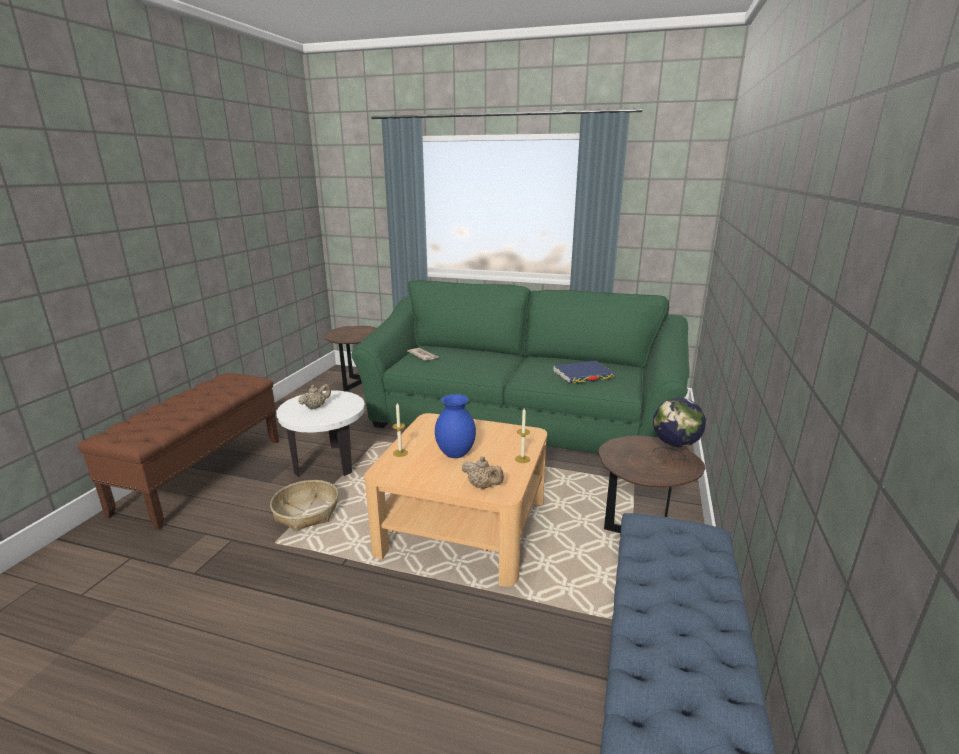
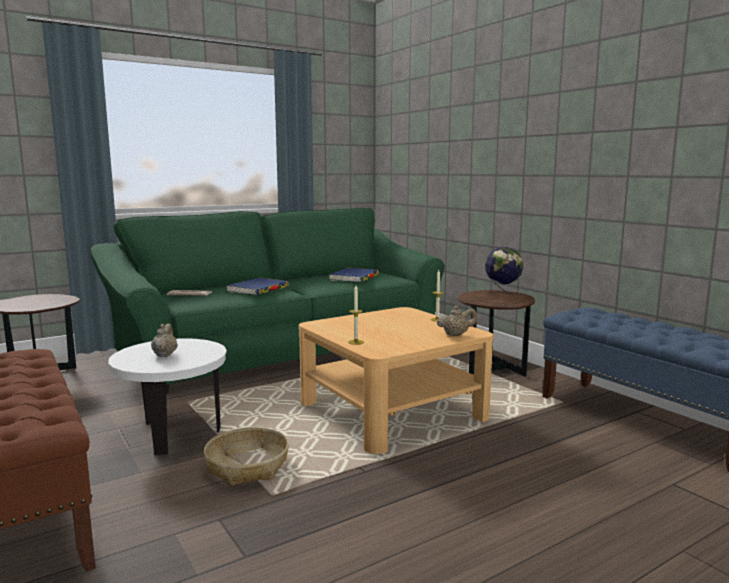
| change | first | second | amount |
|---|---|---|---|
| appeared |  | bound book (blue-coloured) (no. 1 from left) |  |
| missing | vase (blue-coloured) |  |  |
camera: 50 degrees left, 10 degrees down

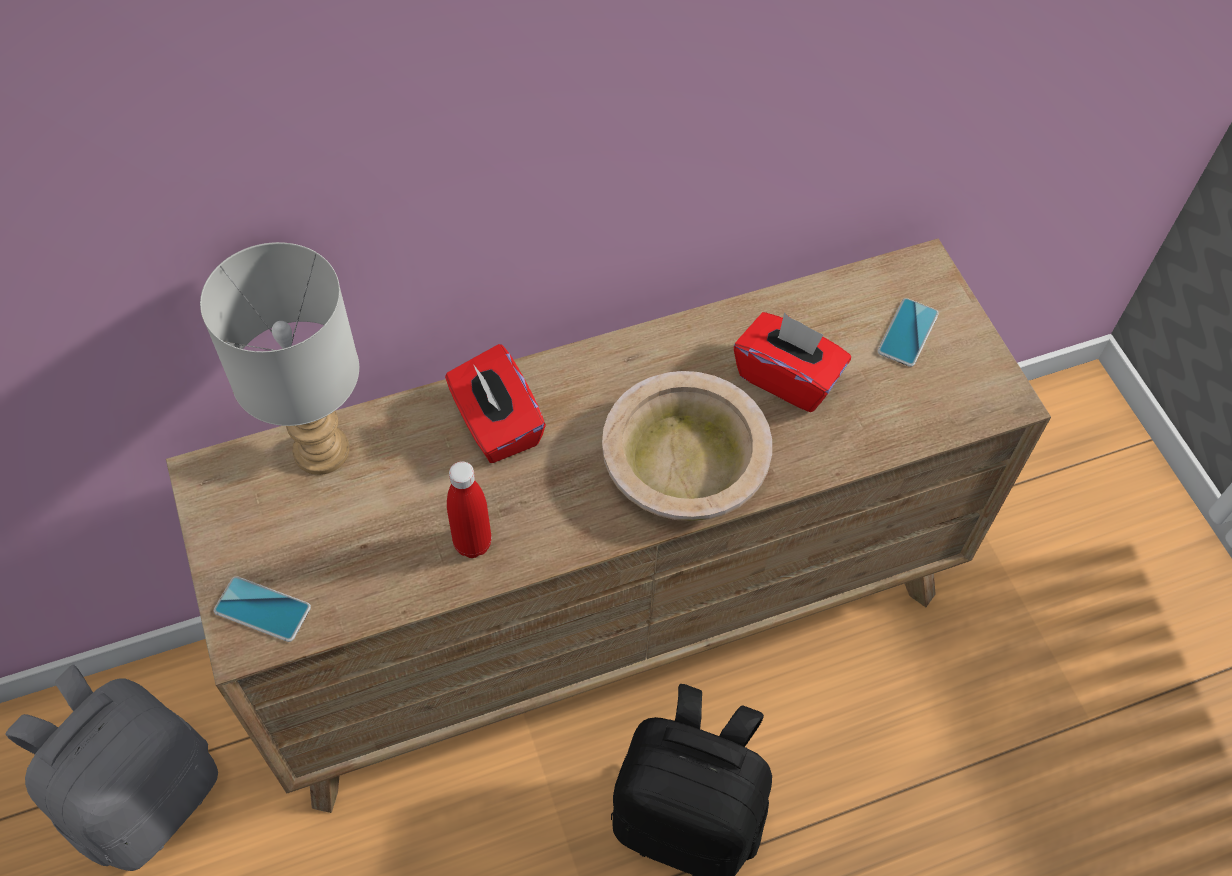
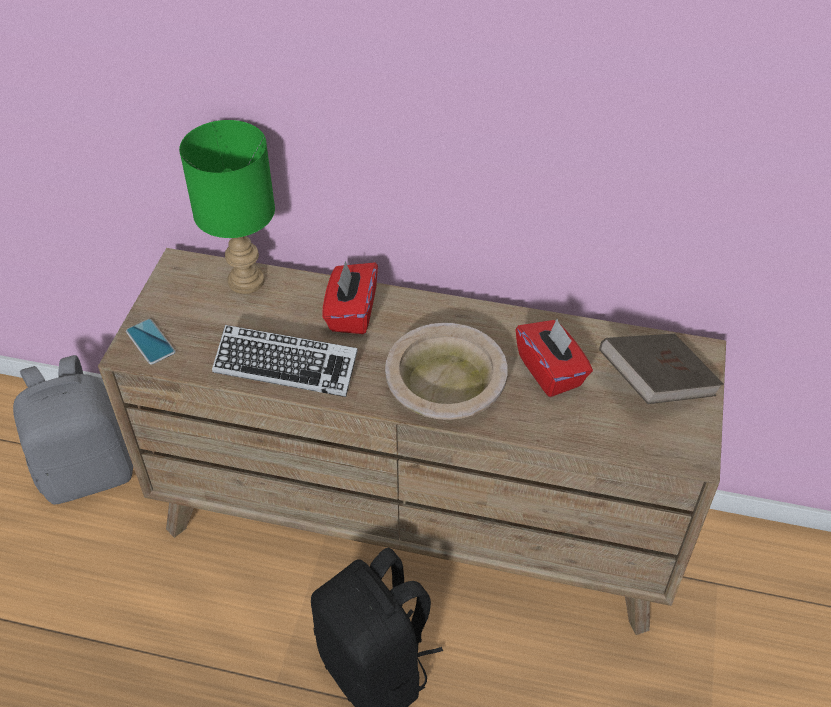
| change | first | second | amount |
|---|---|---|---|
| colour | table lamp (greyish) | table lamp (green) |  |
| exchanged | beverage bottle (reddish) | PC keyboard |  |
| exchanged | phone (no. 2 from left) | bound book (brownish) |  |
camera: 35 degrees right, 10 degrees down

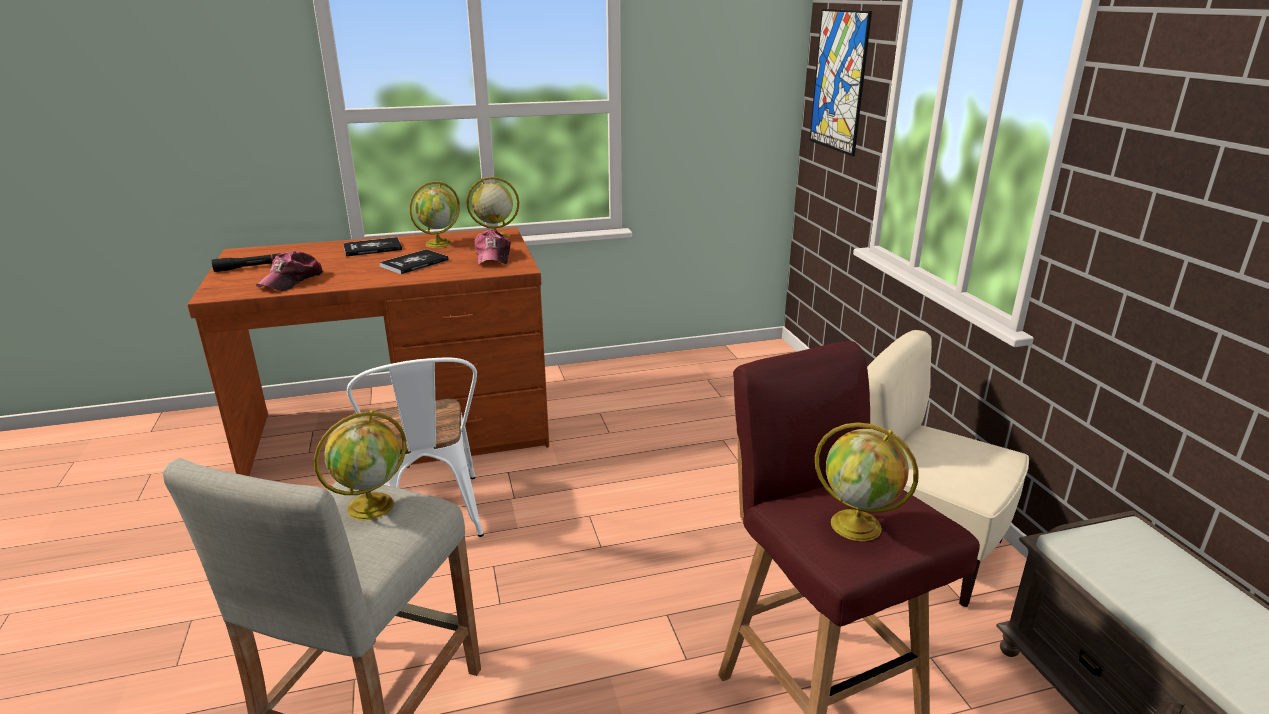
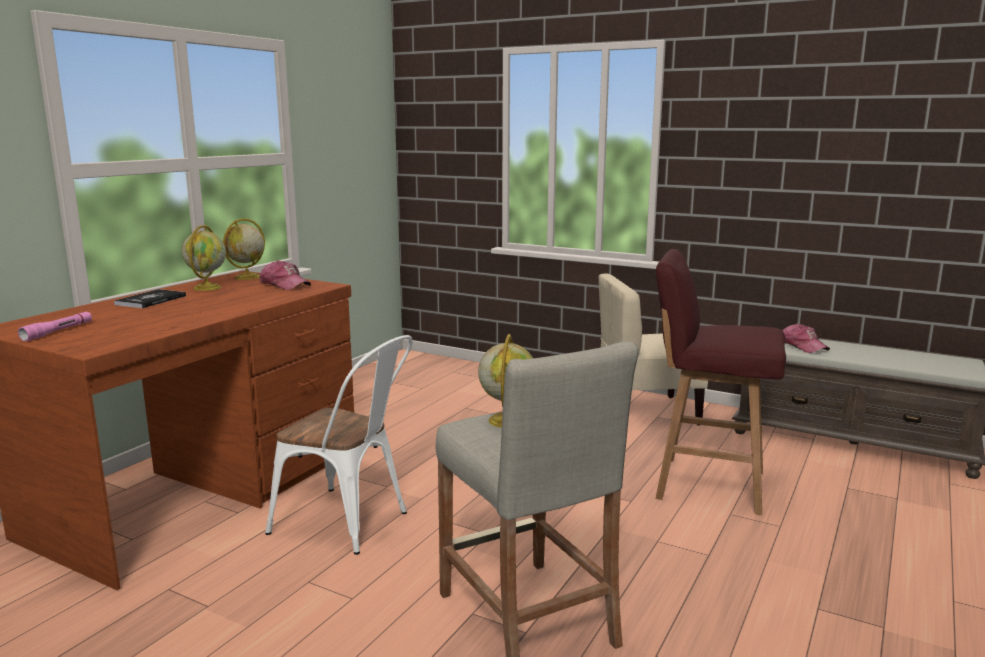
| change | first | second | amount |
|---|---|---|---|
| colour | torch (black-coloured) | torch (pinkish) |  |
| relocated | peaked cap (no. 1 from left in the first image) | peaked cap (no. 2 from left) |  |
| missing | bound book (no. 2 from left) |  |  |
| missing | picture |  |  |
| missing | world globe (no. 4 from left) |  |  |
camera: 45 degrees left, 10 degrees down

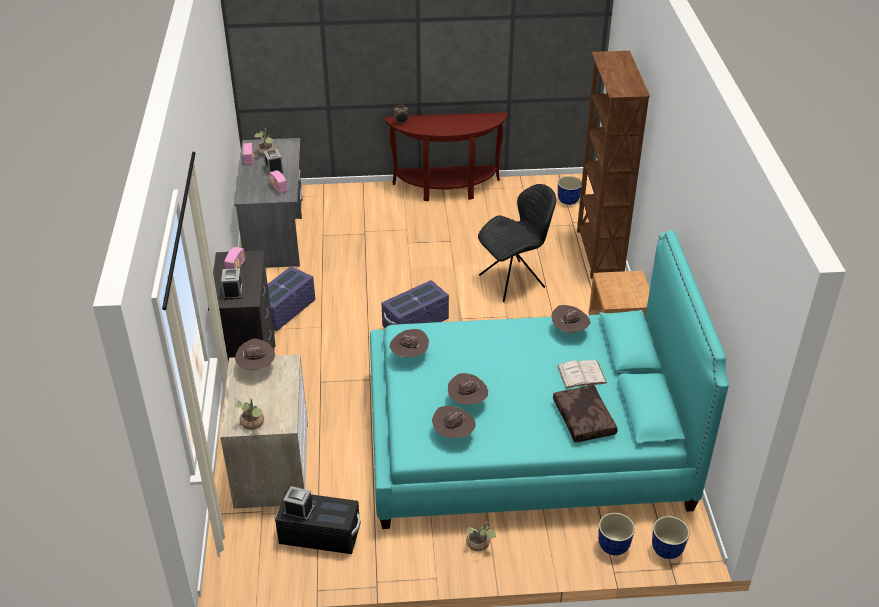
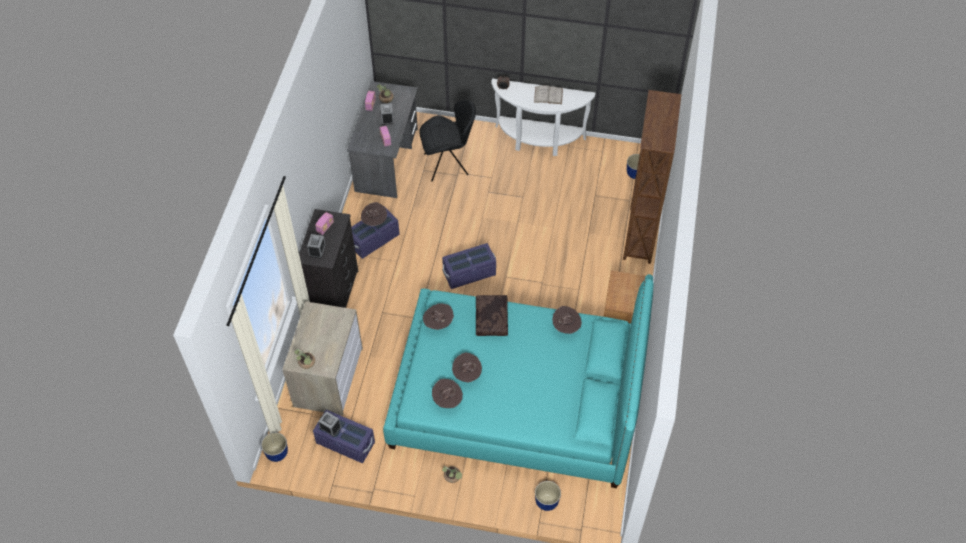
| change | first | second | amount |
|---|---|---|---|
| relocated | flower pot (no. 3 from left in the first image) | flower pot (no. 1 from left) |  |
| colour | storage box (black-coloured) | storage box (purplish) (no. 1 from left) |  |
| relocated | wearable hat (brownish) (no. 1 from left) |  |  |
| relocated | chair (black-coloured) |  |  |
| relocated | cushion (brownish) |  |  |
| colour | hall table (brownish) | hall table (white) |  |
| relocated | bound book (white) |  |  |
camera: 15 degrees right, 15 degrees up

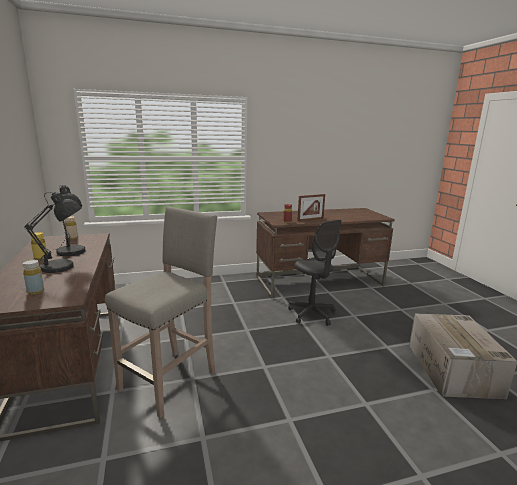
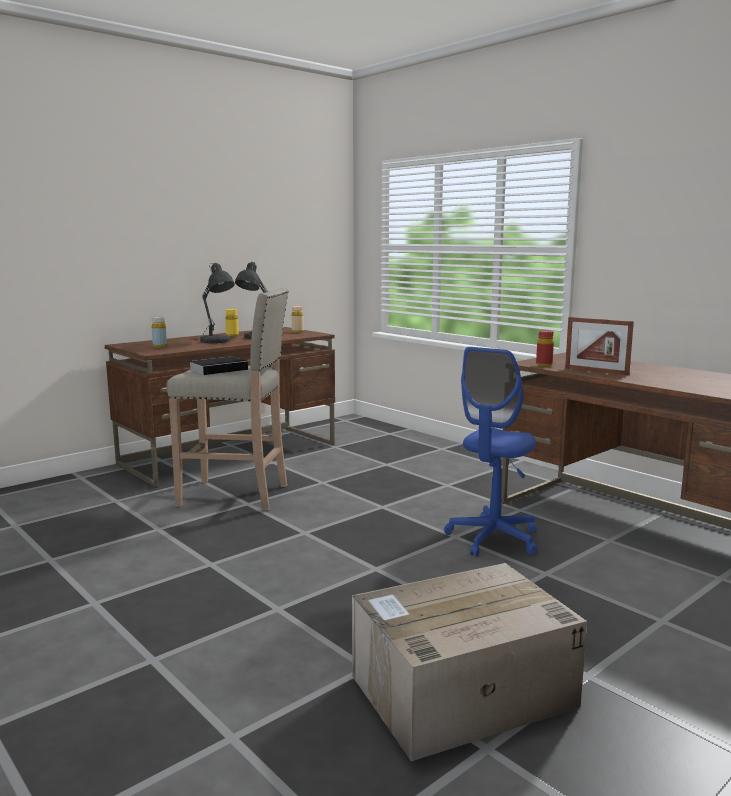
| change | first | second | amount |
|---|---|---|---|
| appeared |  | bound book |  |
| colour | computer chair (greyish) | computer chair (blue-coloured) |  |
camera: 65 degrees right, 5 degrees down

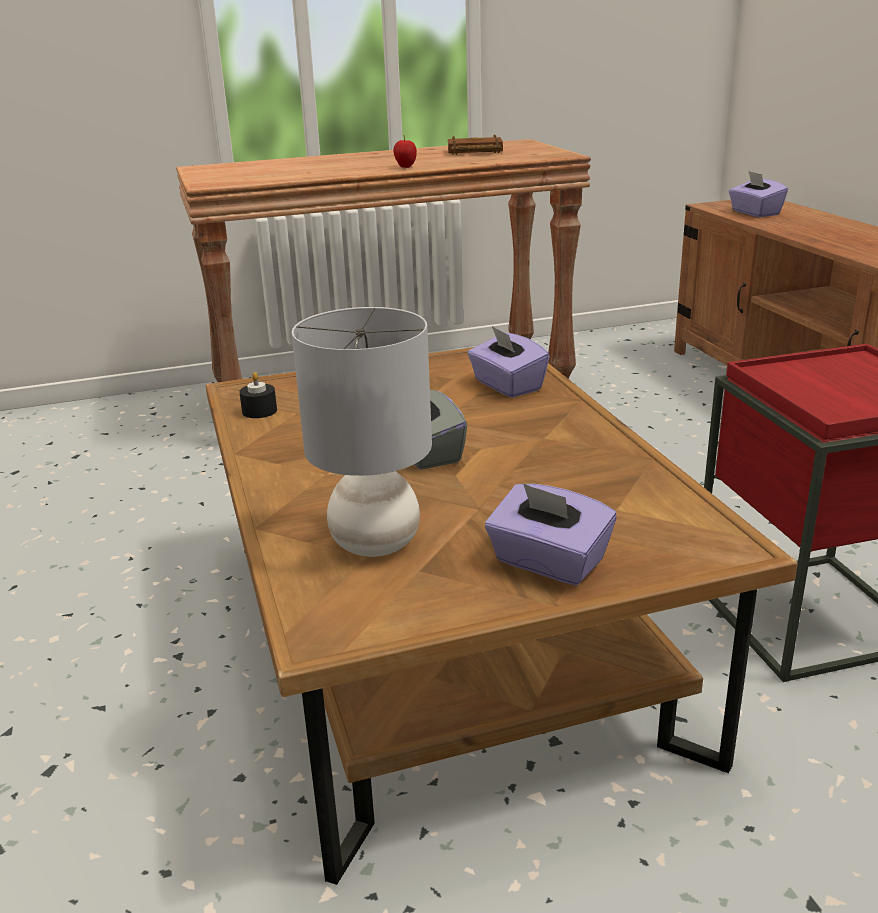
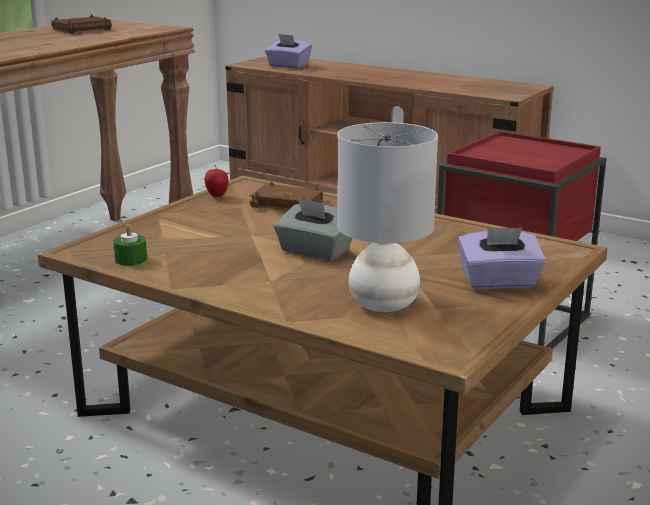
| change | first | second | amount |
|---|---|---|---|
| colour | candle (black-coloured) | candle (green) |  |
| relocated | apple |  |  |
| exchanged | tissue box (purplish) (no. 1 from left) | bound book (brownish) (no. 2 from left) |  |
camera: 40 degrees left, 5 degrees down

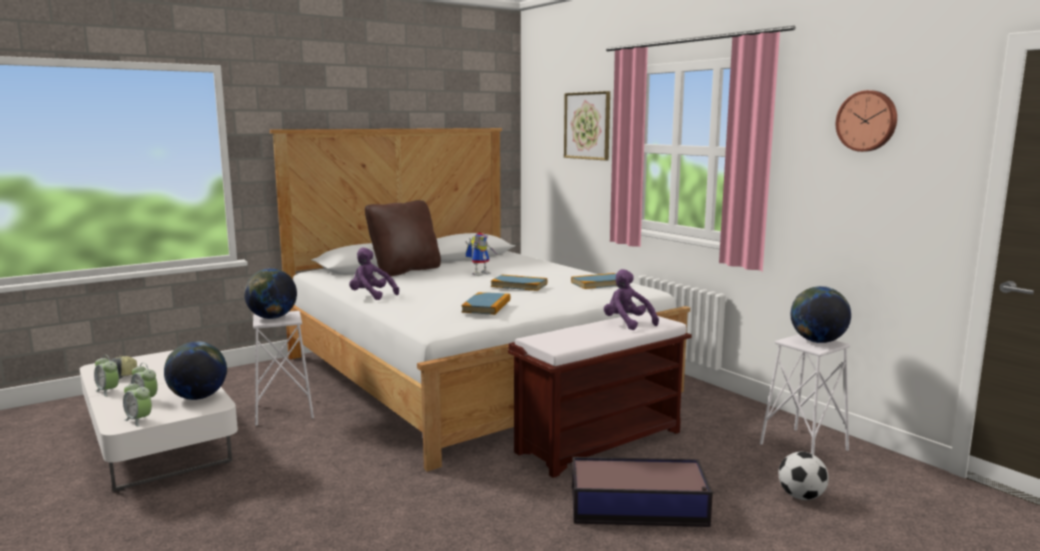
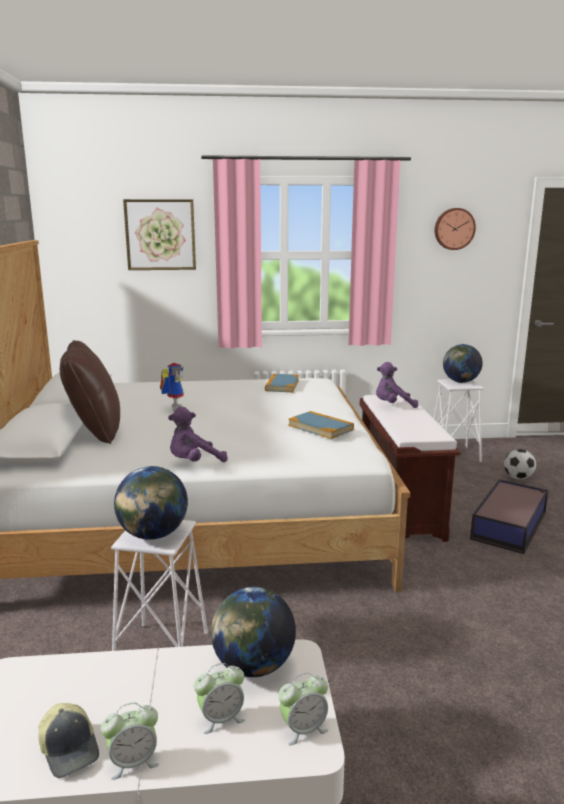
| change | first | second | amount |
|---|---|---|---|
| missing | bound book (no. 2 from left) |  |  |
camera: 60 degrees left, 5 degrees up

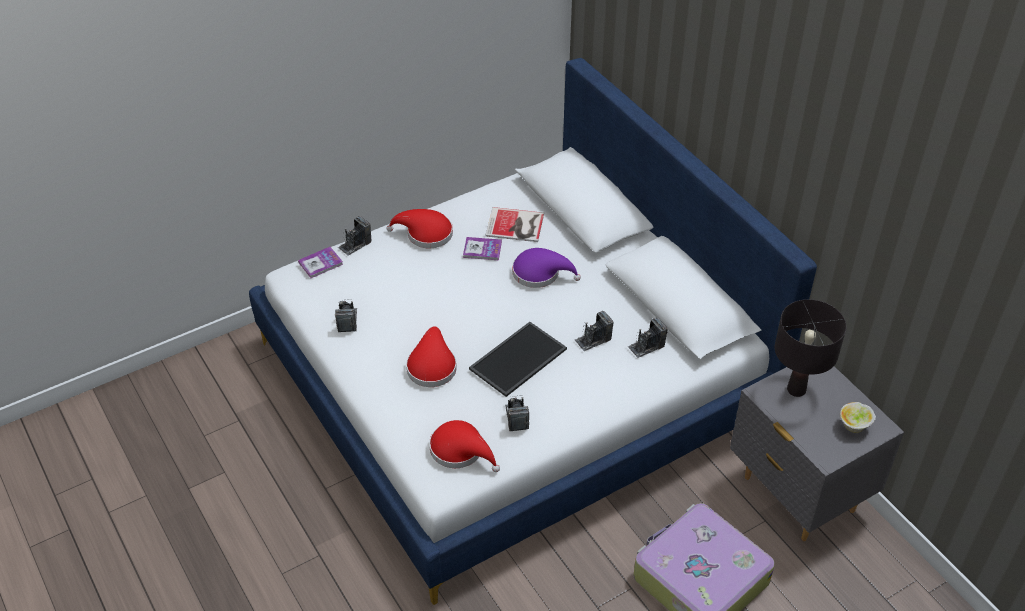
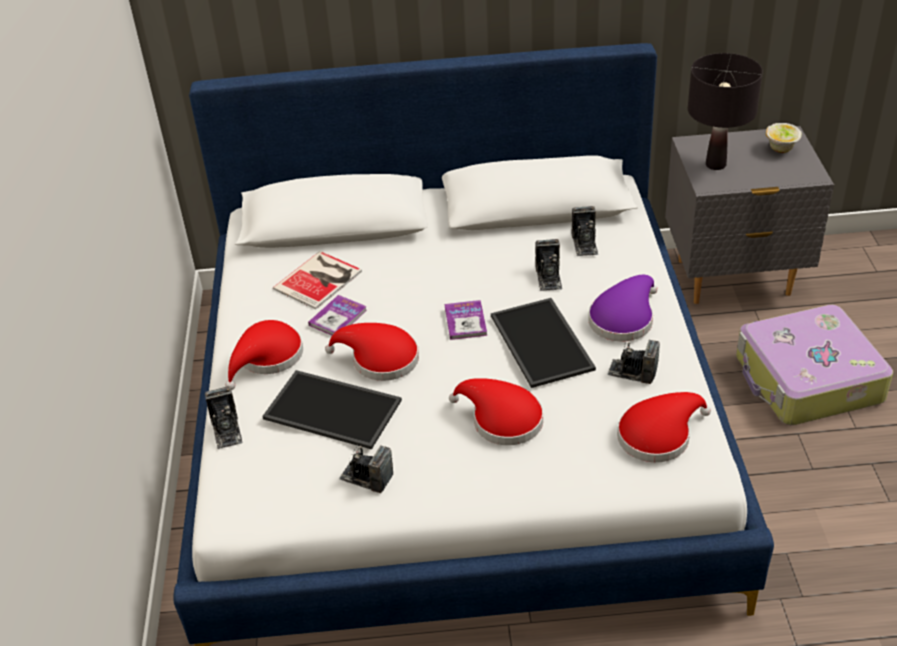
| change | first | second | amount |
|---|---|---|---|
| appeared |  | serving tray (no. 1 from left) |  |
| appeared |  | wearable hat (reddish) (no. 2 from left) |  |
| relocated | bound book (no. 1 from left in the first image) | bound book (no. 3 from left) |  |
| relocated | wearable hat (purplish) |  |  |
camera: 60 degrees left, 5 degrees down

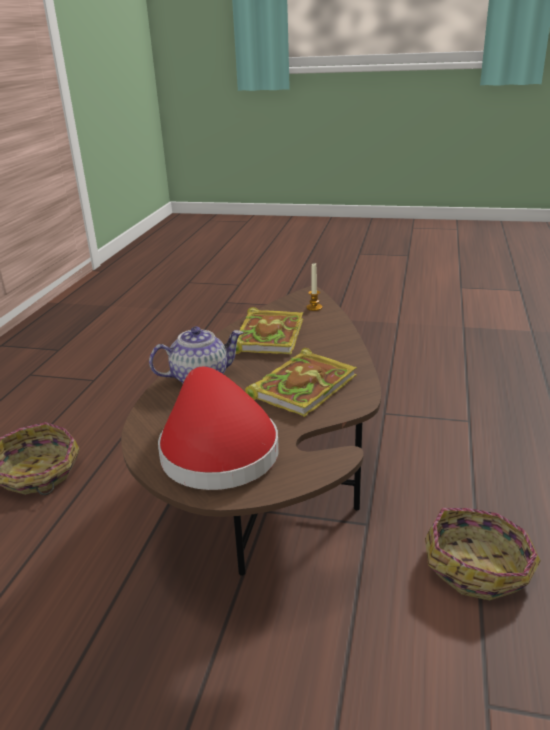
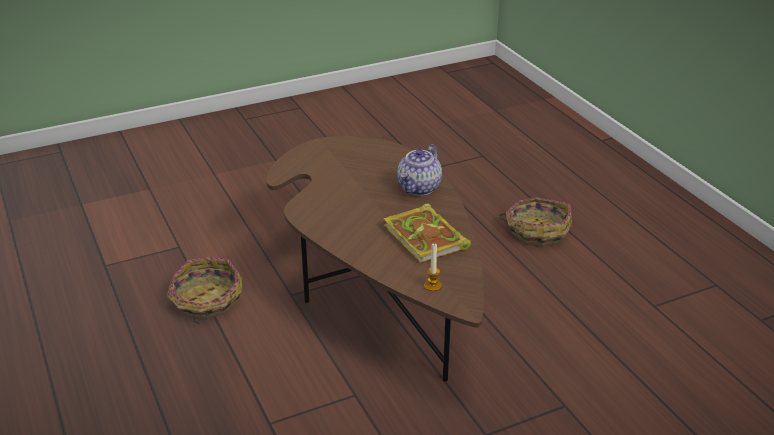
| change | first | second | amount |
|---|---|---|---|
| missing | wearable hat (reddish) |  |  |
| missing | bound book (no. 2 from left) |  |  |
camera: 140 degrees right, 5 degrees up

